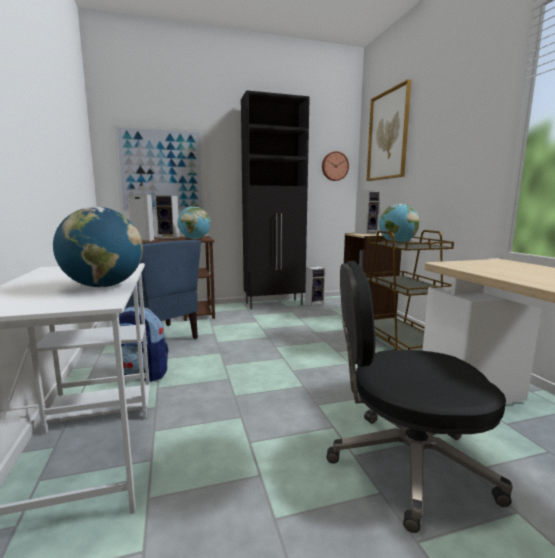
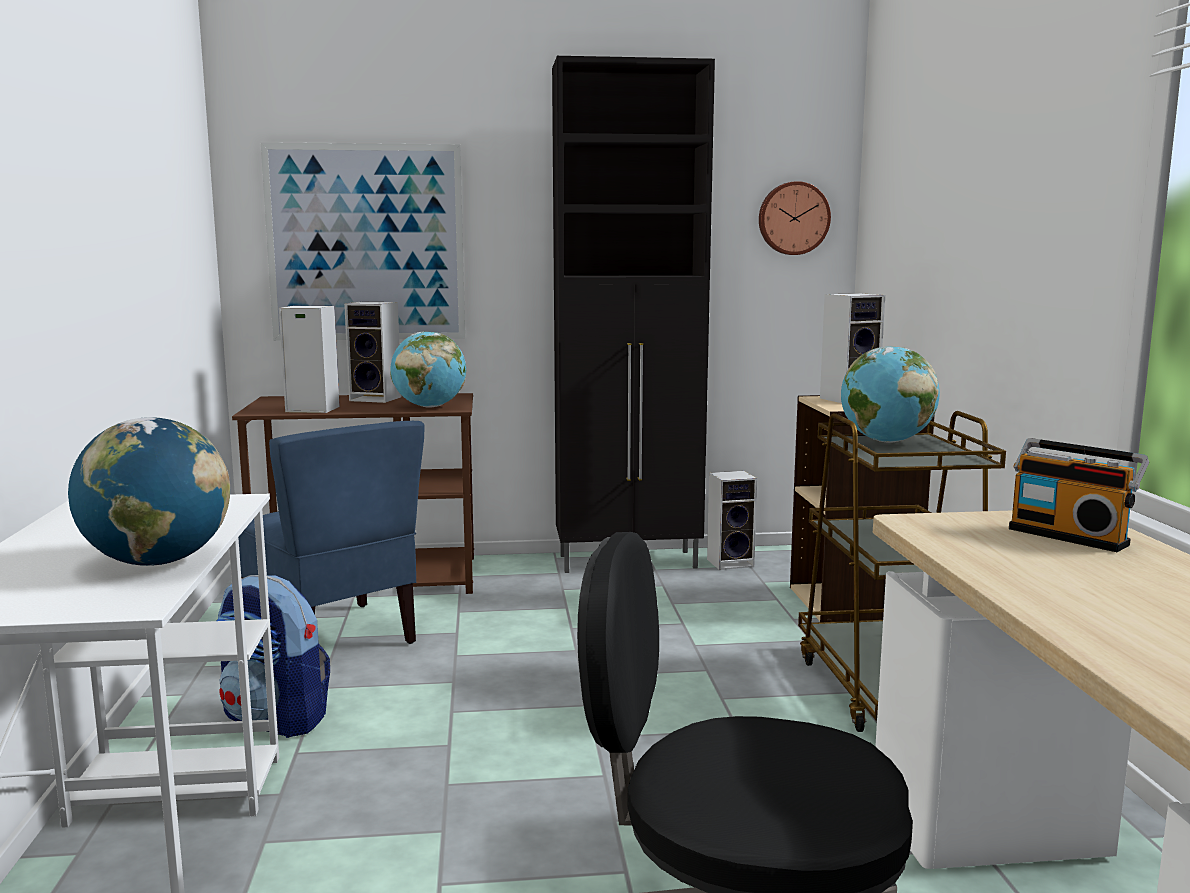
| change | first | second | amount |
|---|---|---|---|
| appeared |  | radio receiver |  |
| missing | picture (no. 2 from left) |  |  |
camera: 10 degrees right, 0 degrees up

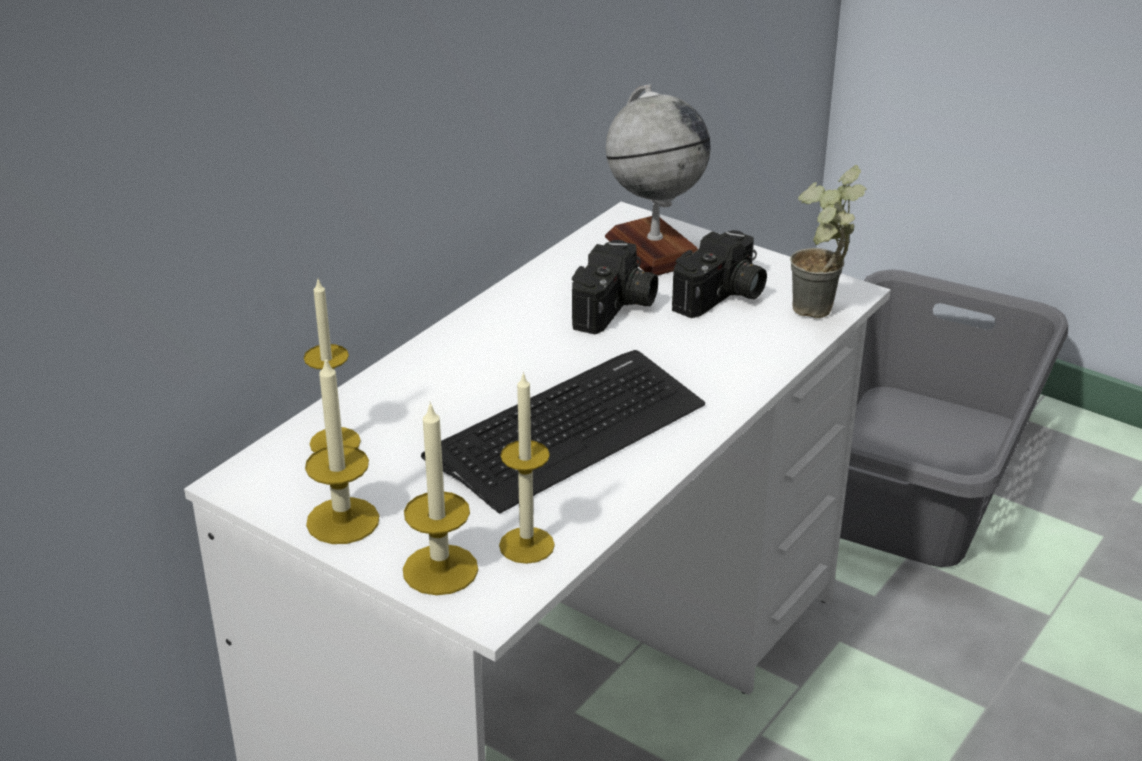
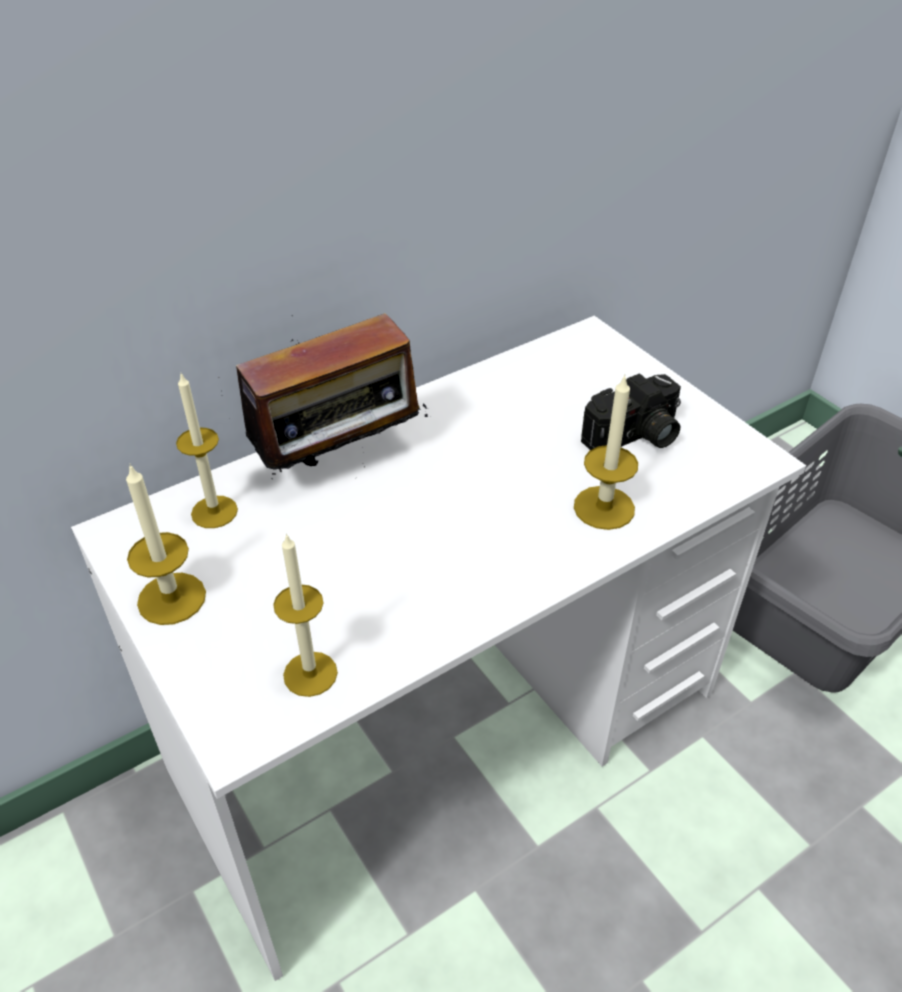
| change | first | second | amount |
|---|---|---|---|
| appeared |  | radio receiver |  |
| relocated | candle (no. 3 from left in the first image) | candle (no. 4 from left) |  |
| missing | PC keyboard |  |  |
| missing | photo camera (no. 1 from left) |  |  |
| missing | world globe |  |  |
| missing | houseplant |  |  |
camera: 20 degrees right, 10 degrees up

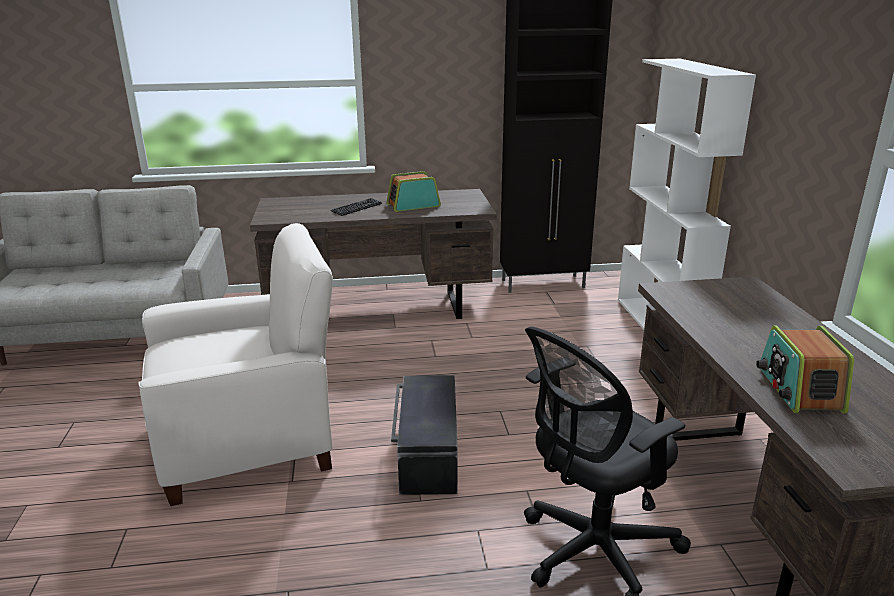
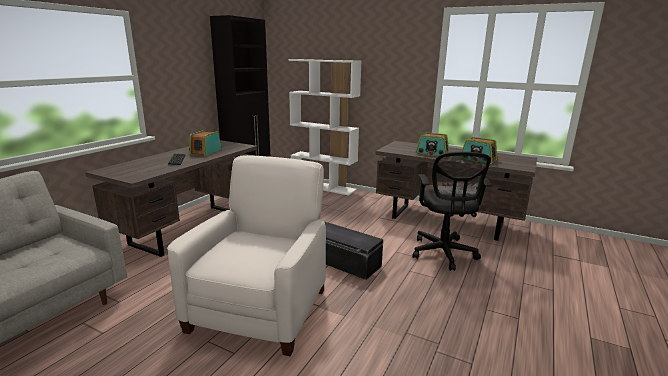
| change | first | second | amount |
|---|---|---|---|
| appeared |  | radio receiver (no. 2 from left) |  |
camera: 55 degrees left, 5 degrees down

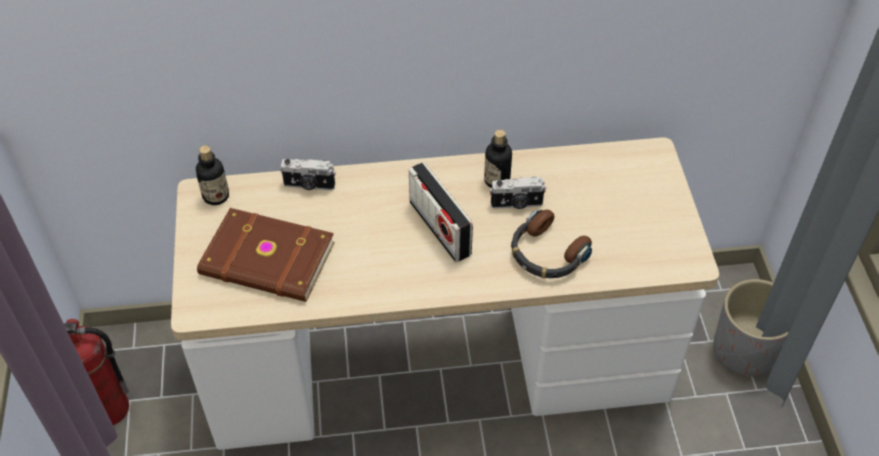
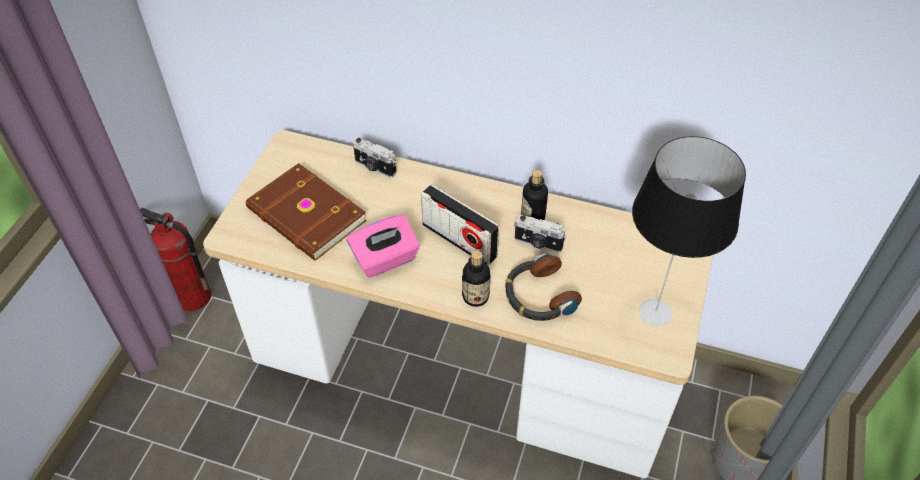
| change | first | second | amount |
|---|---|---|---|
| appeared |  | tissue box (pinkish) |  |
| spun | radio receiver |  | 45 degrees counterclockwise |
| relocated | beverage bottle (no. 1 from left) |  |  |
| appeared |  | table lamp |  |
camera: 25 degrees right, 0 degrees up

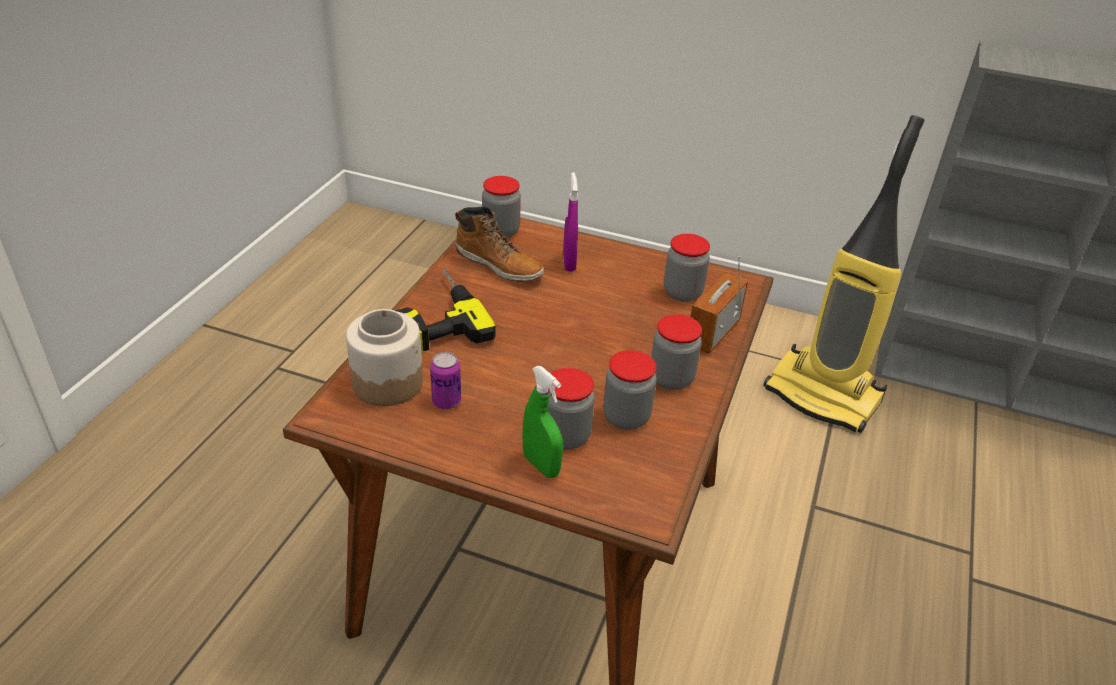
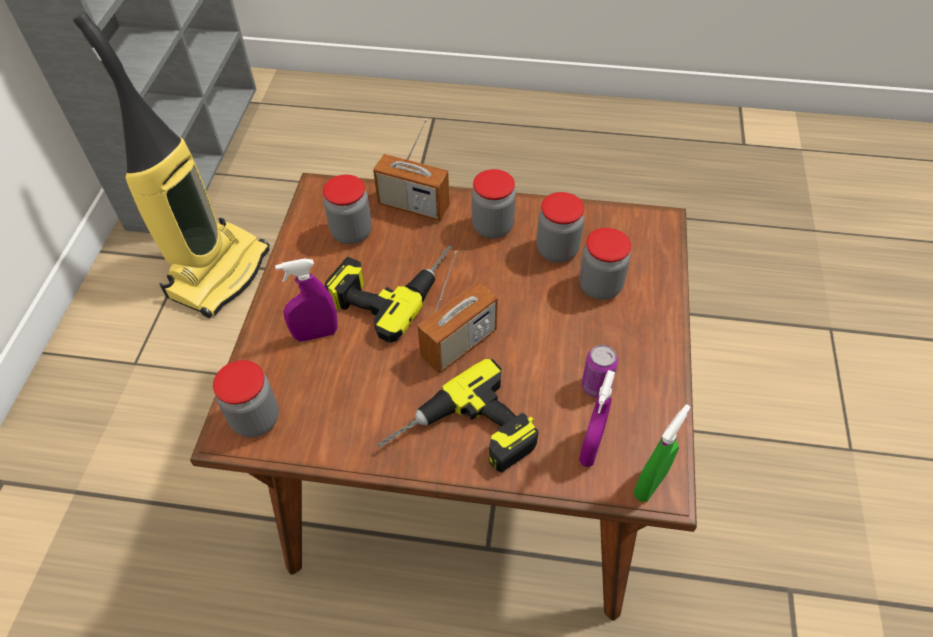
| change | first | second | amount |
|---|---|---|---|
| appeared |  | drill (no. 1 from left) |  |
| appeared |  | radio receiver (no. 2 from left) |  |
| exchanged | storage jar (no. 1 from left) | hand sprayer (purplish) (no. 2 from left) |  |
| relocated | hand sprayer (green) |  |  |
| missing | high-top boot |  |  |
camera: 100 degrees left, 15 degrees up

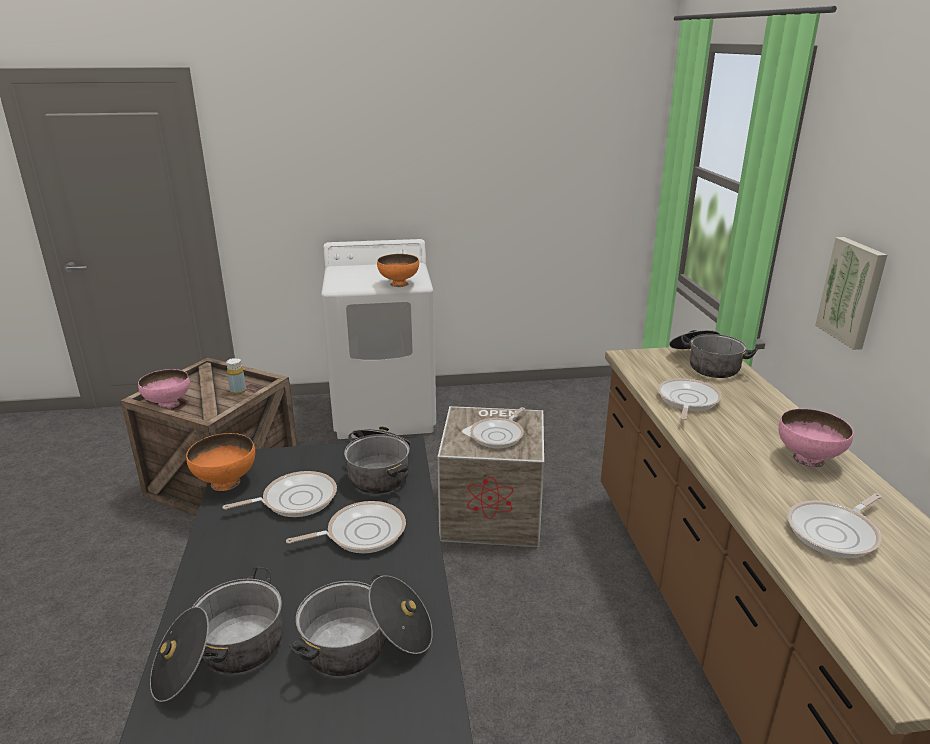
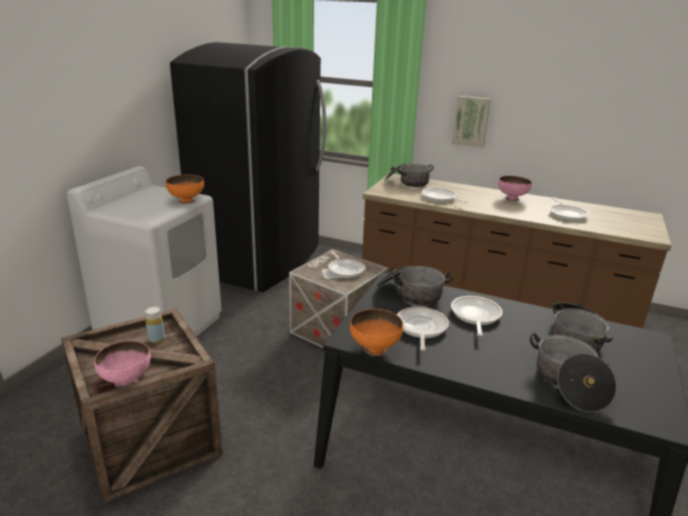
| change | first | second | amount |
|---|---|---|---|
| appeared |  | refrigerator (black-coloured) |  |
camera: 60 degrees left, 0 degrees up

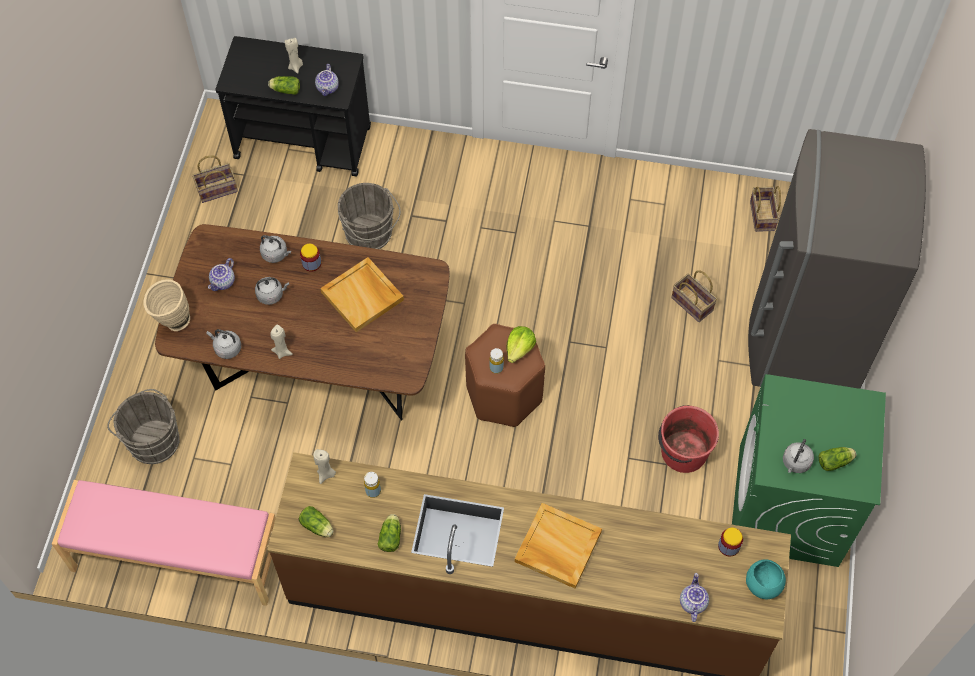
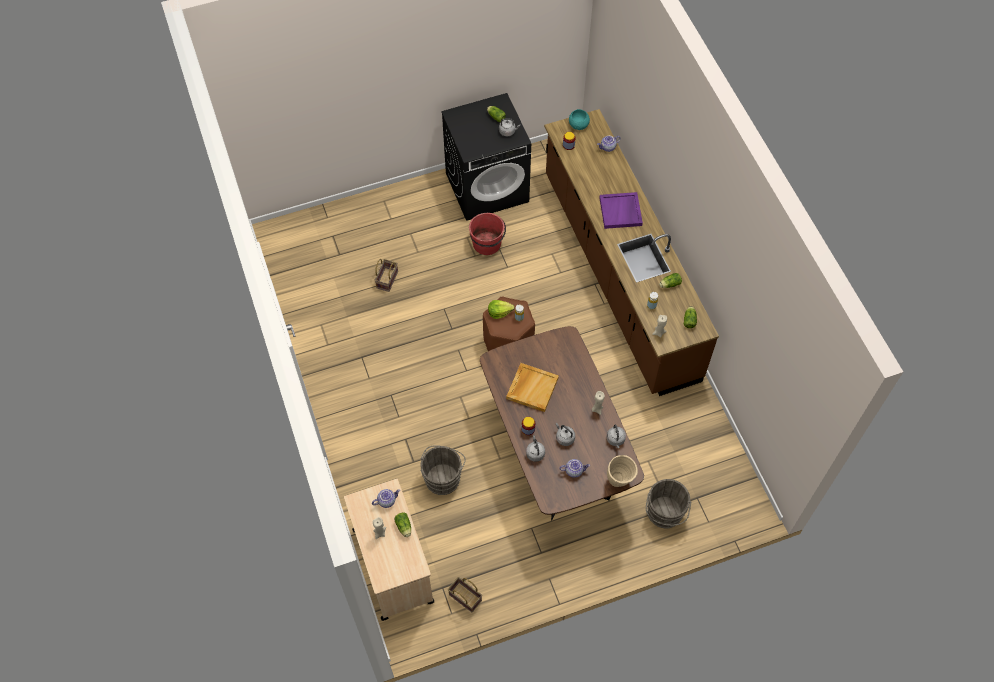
| change | first | second | amount |
|---|---|---|---|
| colour | trolley (black-coloured) | trolley (beige-coloured) |  |
| colour | washing machine (green) | washing machine (black-coloured) |  |
| colour | serving tray (beige-coloured) (no. 2 from left) | serving tray (purplish) |  |
| missing | indoor bench (pinkish) |  |  |
| missing | refrigerator (greyish) |  |  |
| missing | storage basket (no. 3 from left) |  |  |
camera: 120 degrees left, 0 degrees up

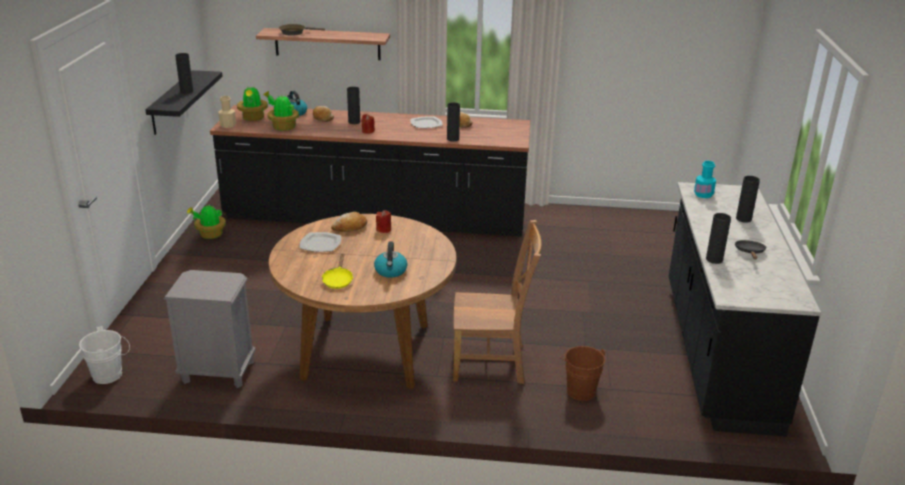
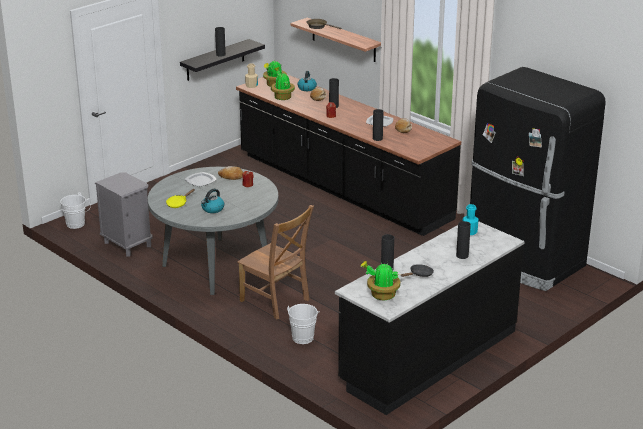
| change | first | second | amount |
|---|---|---|---|
| colour | dining table (brownish) | dining table (greyish) |  |
| colour | water bucket (brownish) | water bucket (white) (no. 2 from left) |  |
| relocated | houseplant (no. 1 from left in the first image) | houseplant (no. 3 from left) |  |
| appeared |  | refrigerator (black-coloured) |  |
camera: 40 degrees right, 0 degrees up

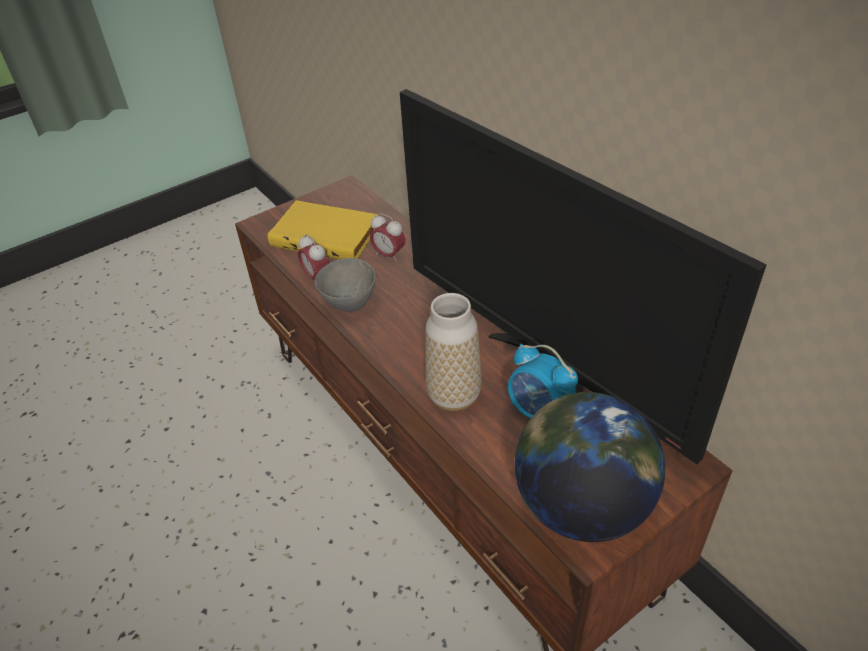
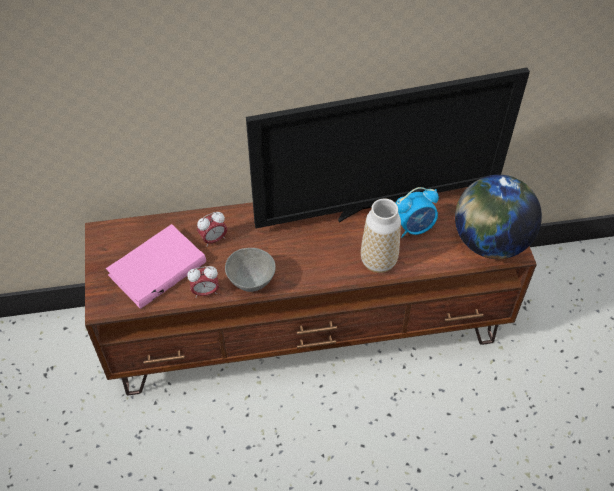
| change | first | second | amount |
|---|---|---|---|
| colour | bound book (yellowish) | bound book (pinkish) |  |
camera: 65 degrees left, 10 degrees up

